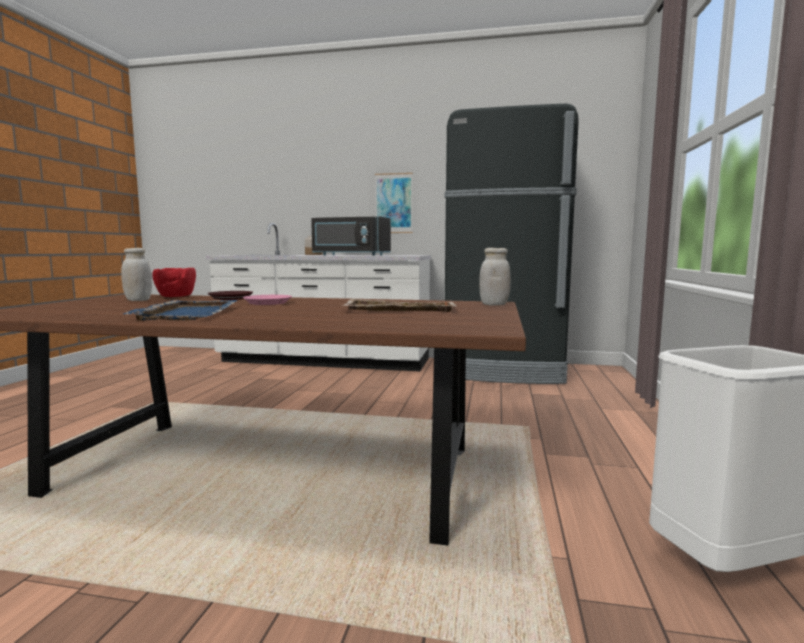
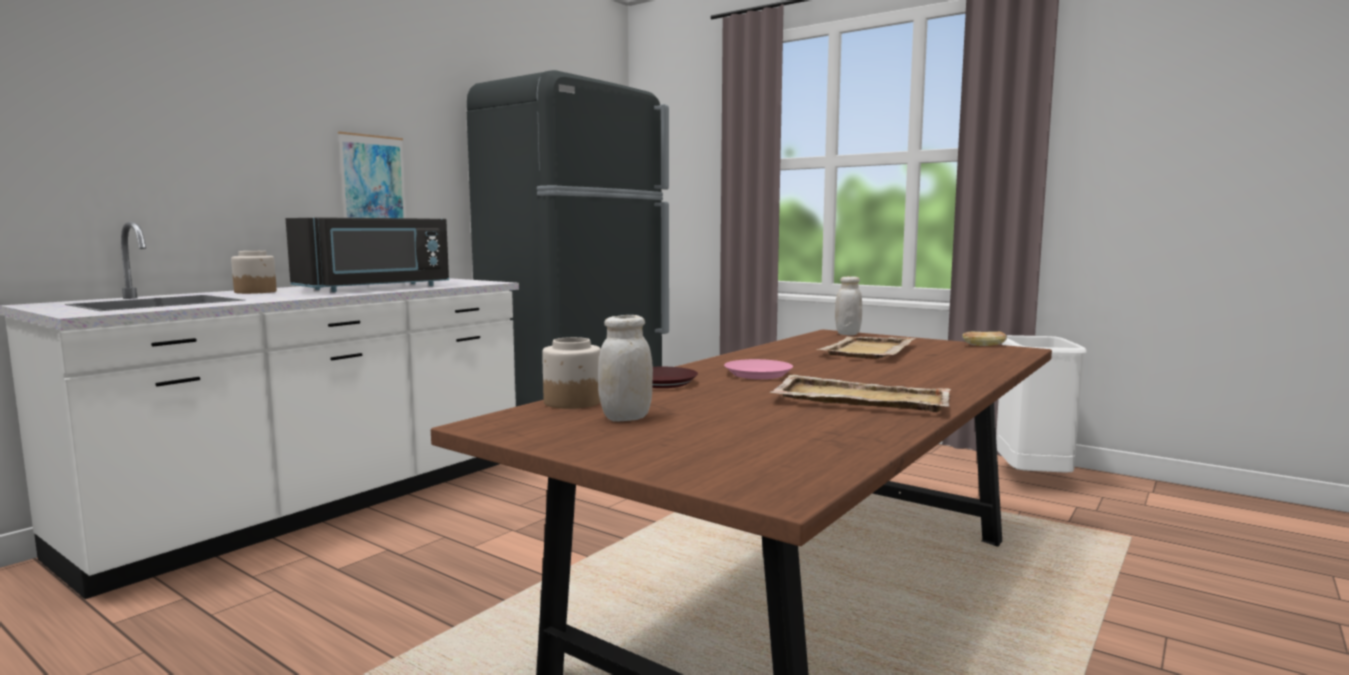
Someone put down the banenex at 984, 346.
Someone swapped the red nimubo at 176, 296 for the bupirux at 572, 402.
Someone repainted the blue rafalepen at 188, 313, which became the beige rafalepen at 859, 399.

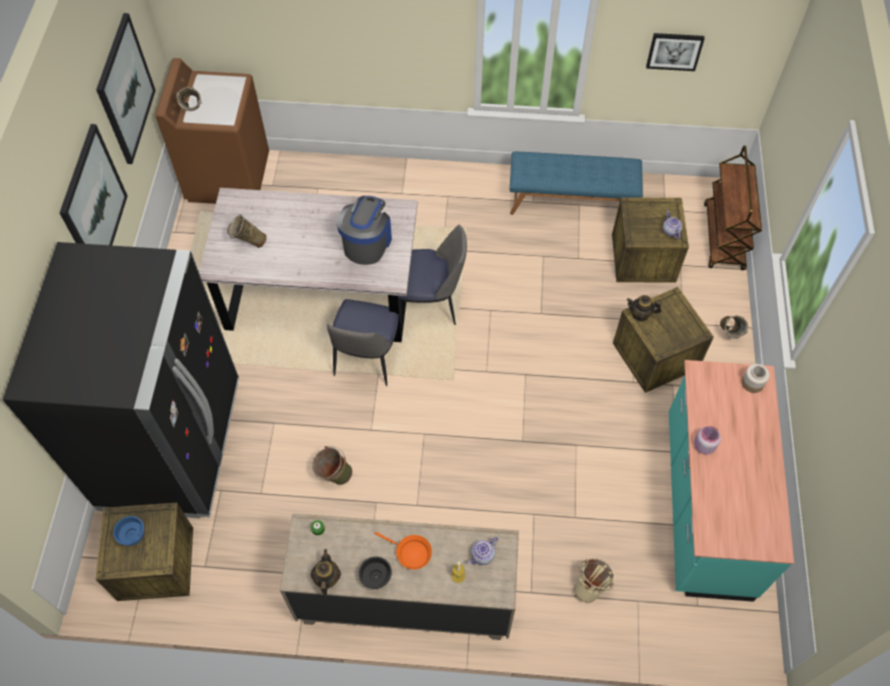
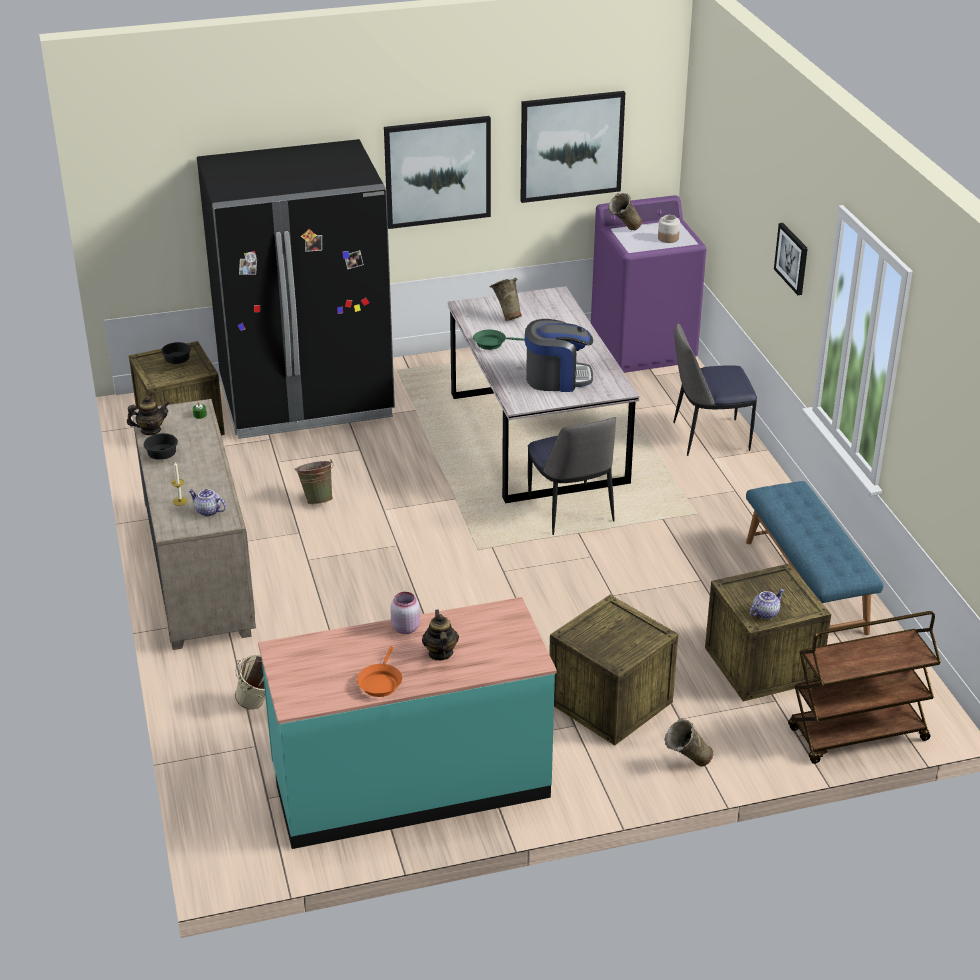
Someone put down the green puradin at 492, 343.
Someone carried the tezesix from 366, 359 to 708, 437.
Someone carried the orange puradin from 410, 553 to 380, 682.
Someone carried the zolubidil from 640, 315 to 440, 653.
Someone carried the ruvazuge from 674, 51 to 792, 258.
Someone carried the bupirux from 752, 383 to 668, 238.
Someone repainted the blue nimubo at 131, 534, which became the black nimubo at 177, 361.
Someone repainted the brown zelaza at 228, 176, which became the purple zelaza at 644, 348.

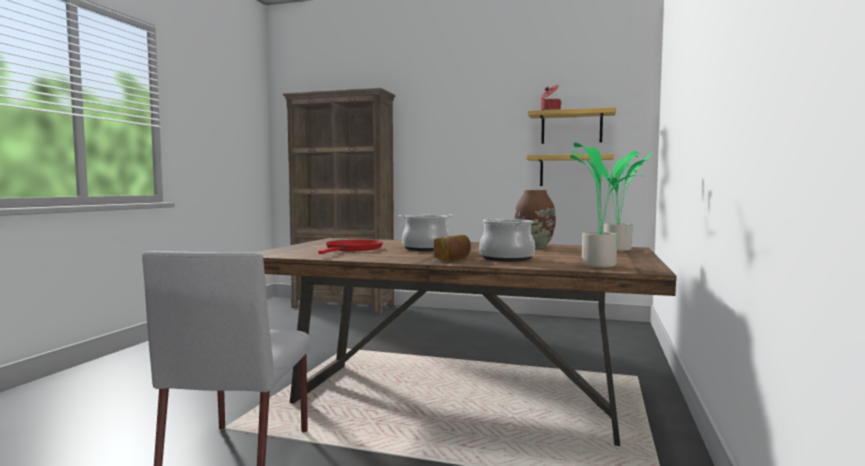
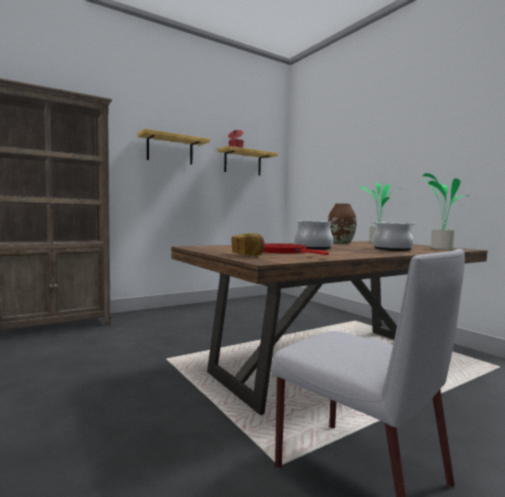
Someone carried the banenex from 453, 259 to 248, 255.
Someone carried the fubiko from 570, 171 to 170, 150.

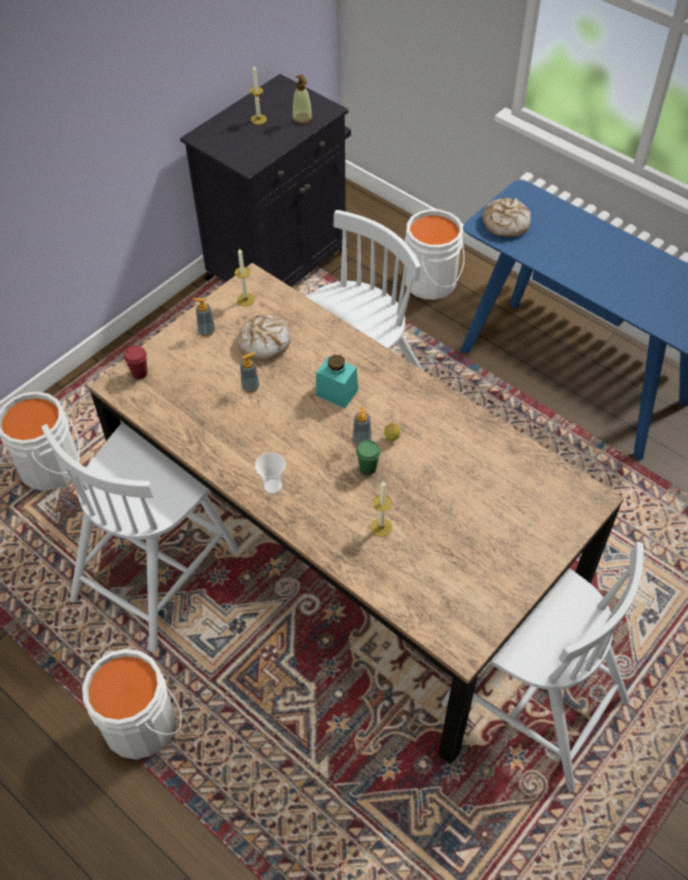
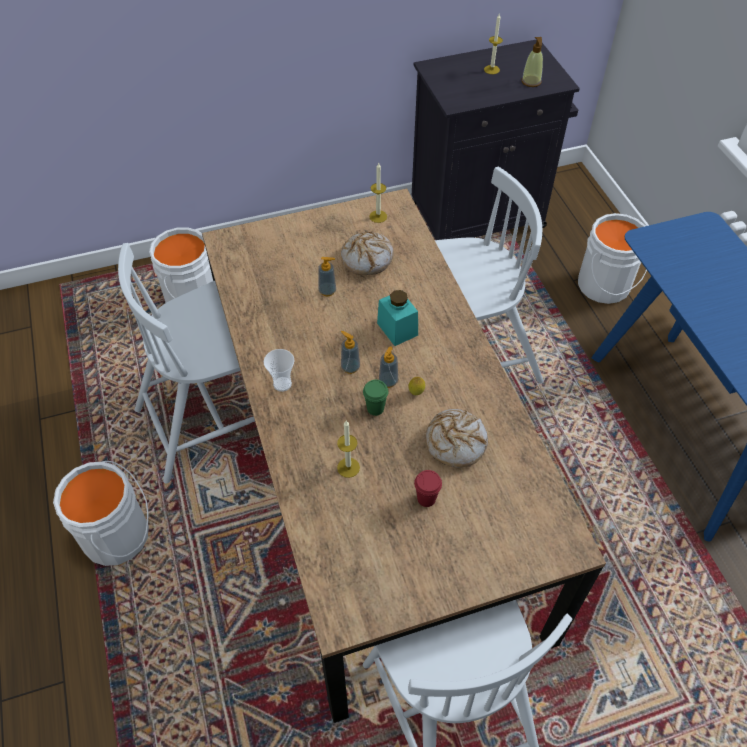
Someone carried the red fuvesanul from 139, 373 to 426, 499.
Someone carried the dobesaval from 206, 331 to 350, 367.
Someone carried the banenex from 505, 223 to 455, 442.

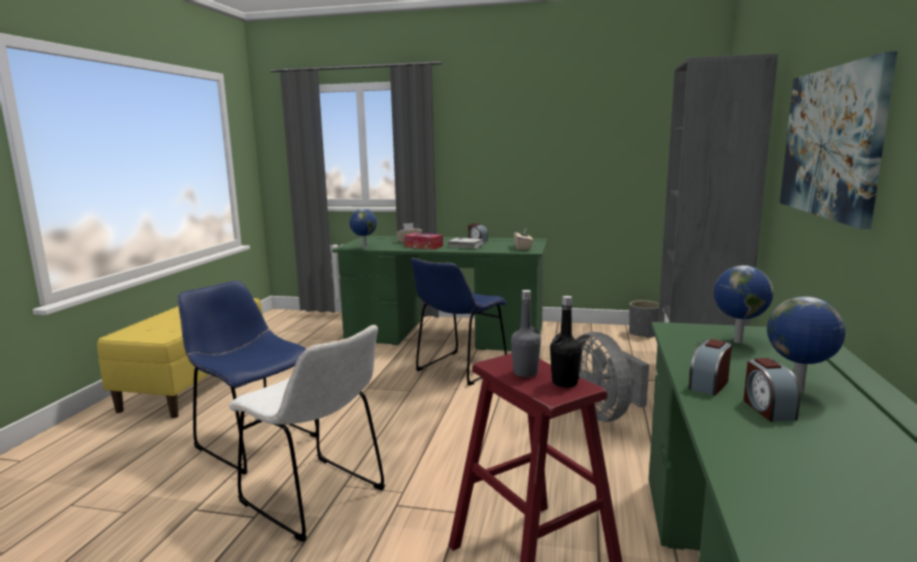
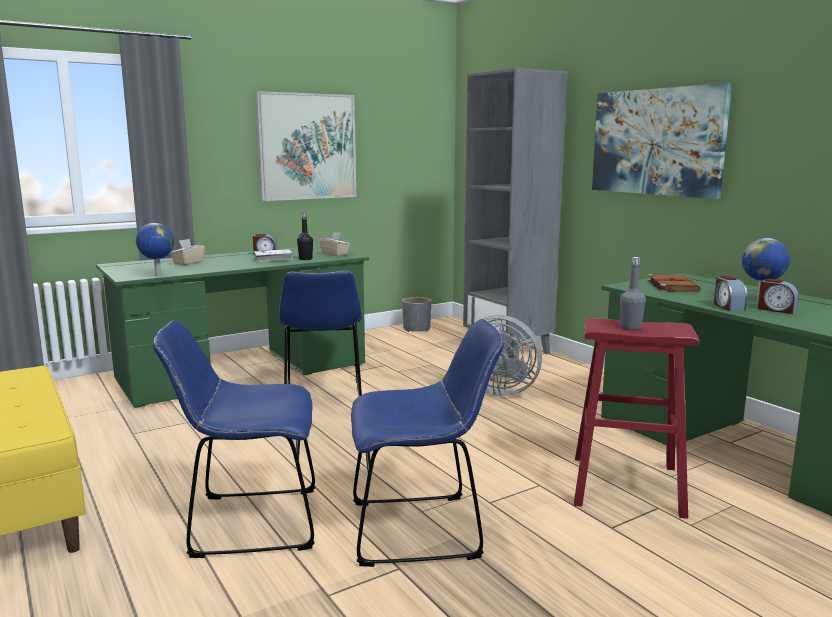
Someone took away the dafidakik at 423, 246.
Someone put up the ruvazuge at 307, 146.
Someone carried the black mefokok from 564, 383 to 305, 259.
Someone swapped the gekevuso at 736, 341 for the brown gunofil at 672, 286.
Someone repainted the white tezesix at 318, 499, which became the blue tezesix at 423, 529.

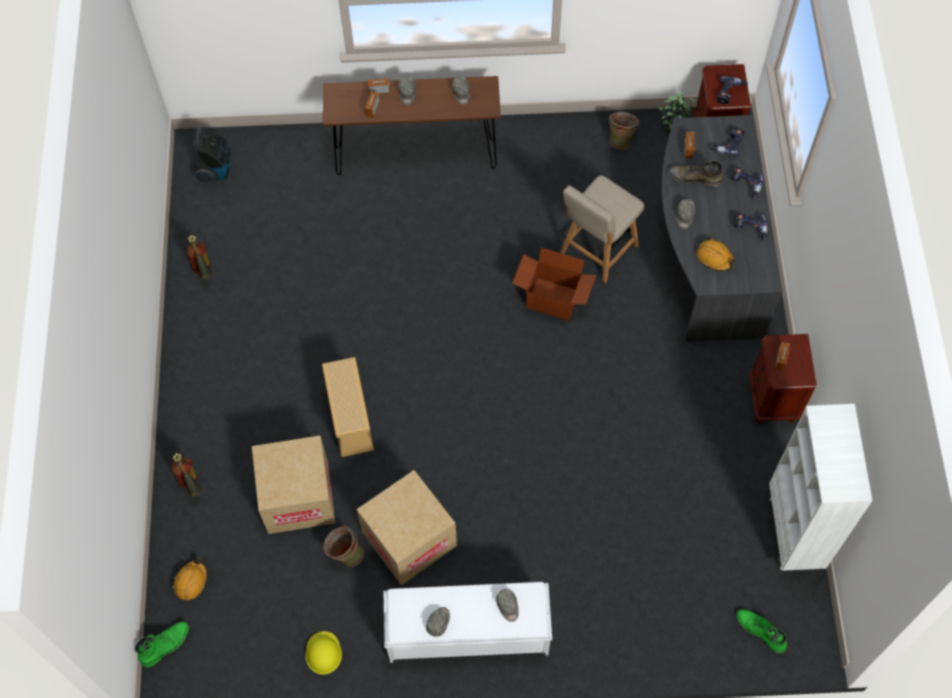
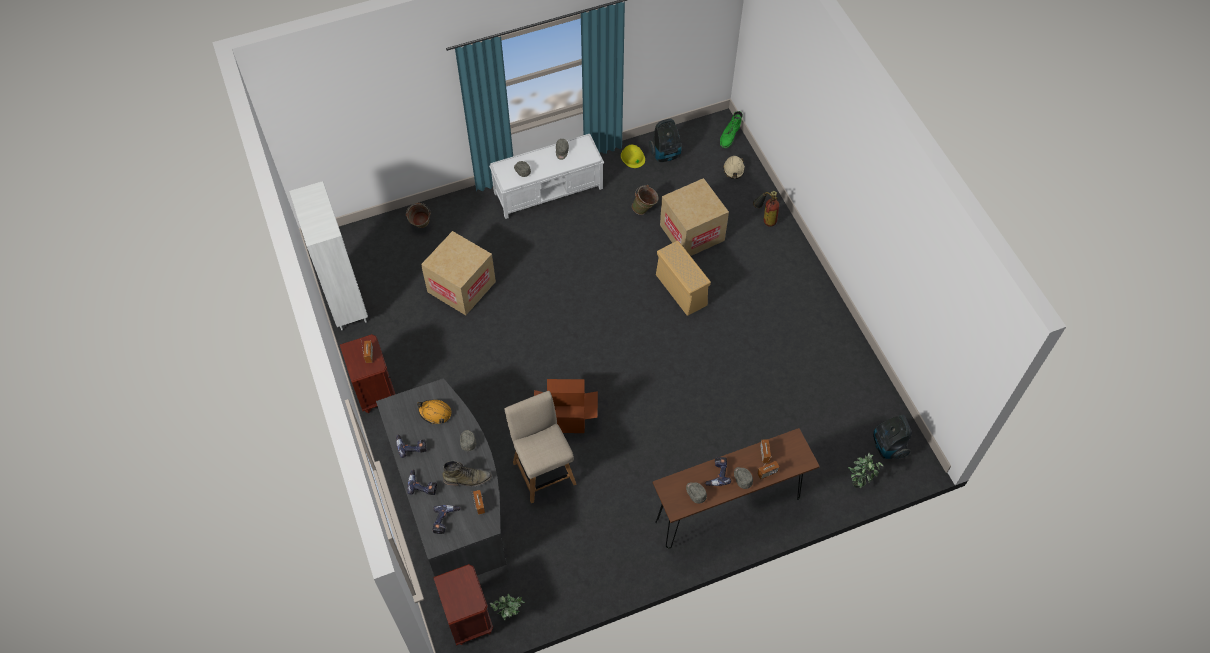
Someone took away the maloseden at 204, 274.
Someone took away the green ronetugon at 760, 631.
Someone put down the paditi at 666, 154.
Someone put down the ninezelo at 859, 480.
Someone carried the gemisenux from 409, 539 to 461, 287.
Someone carried the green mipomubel from 621, 139 to 421, 227.
Someone carried the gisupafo from 730, 93 to 716, 474.
Someone repainted the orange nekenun at 191, 581, which became the beige nekenun at 734, 170.
Someone rotated the beige tezesix at 597, 251 by 45 degrees counterclockwise.

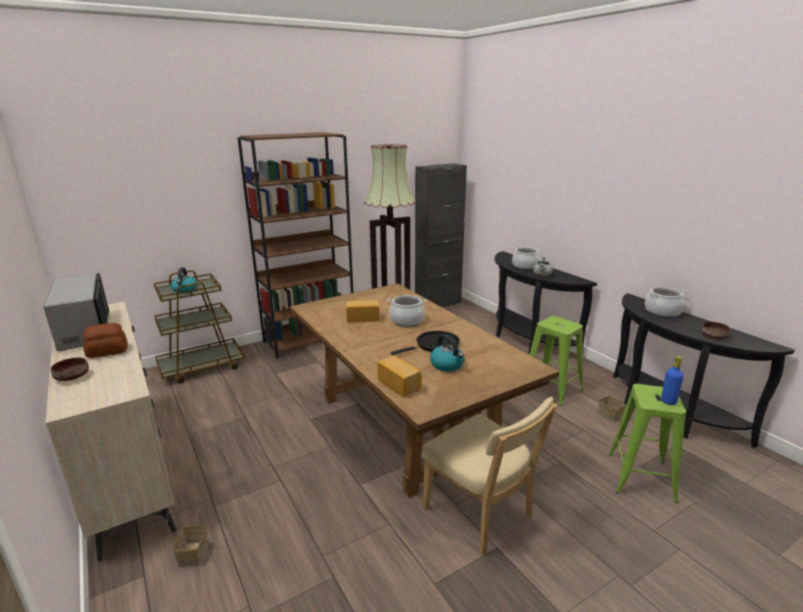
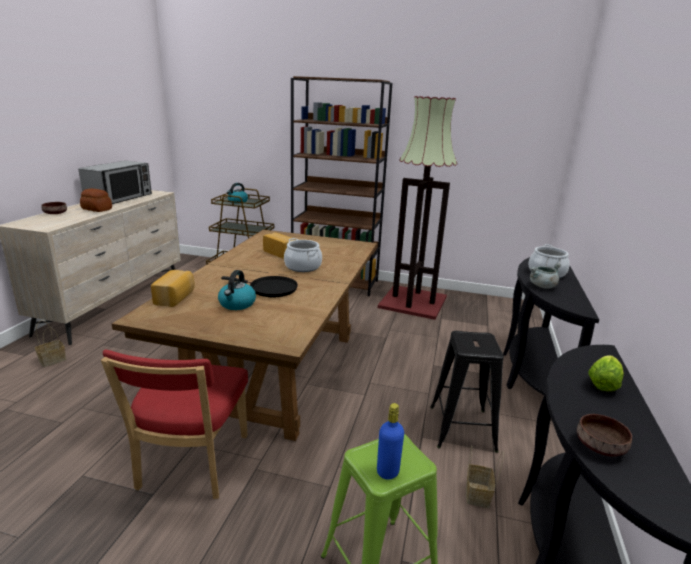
Someone took away the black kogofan at 438, 304.
Someone swapped the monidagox at 662, 312 for the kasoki at 603, 383.
Someone repainted the beige tezesix at 481, 515, which became the red tezesix at 191, 465.
Someone repainted the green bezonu at 552, 389, which became the black bezonu at 462, 428.

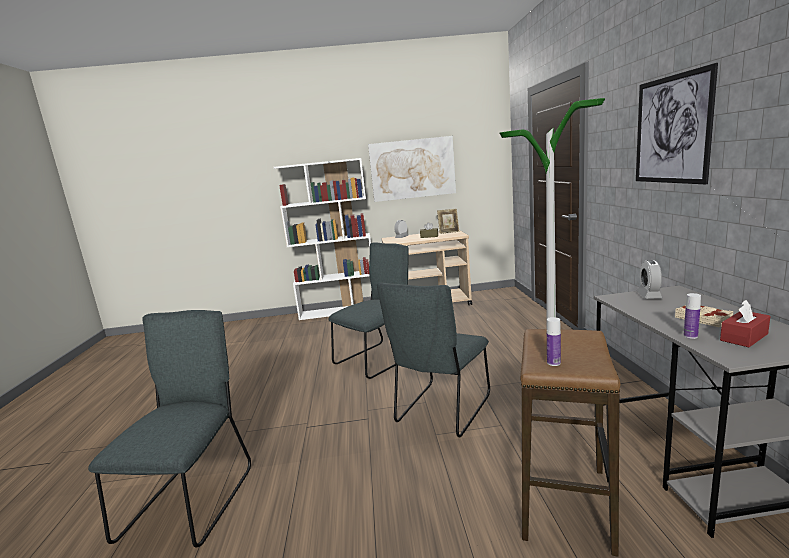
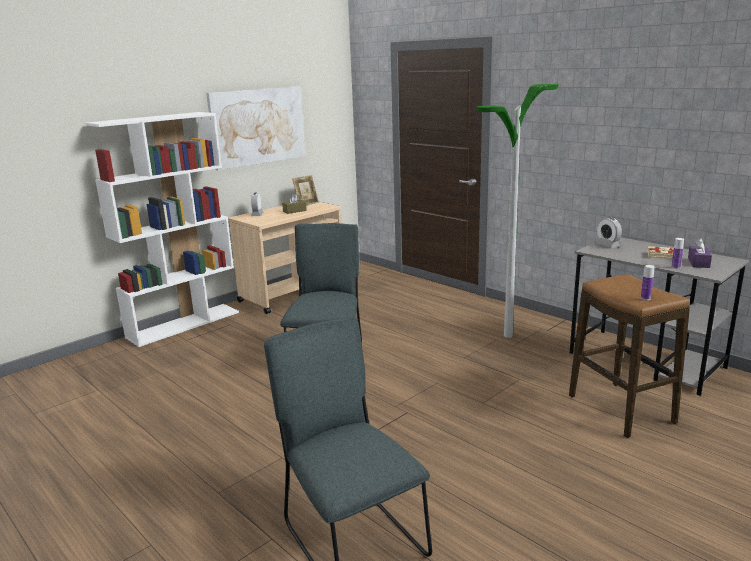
Someone took away the grey tezesix at 441, 411.
Someone took away the ruvazuge at 672, 130.
Someone repainted the red dafidakik at 744, 337, which became the purple dafidakik at 698, 263.

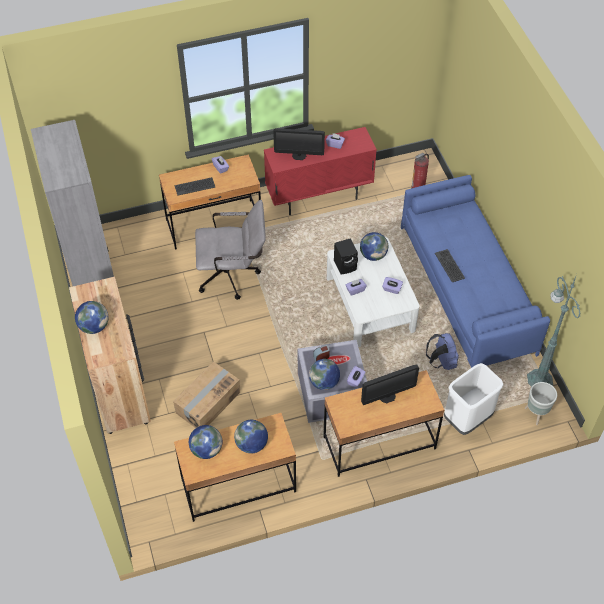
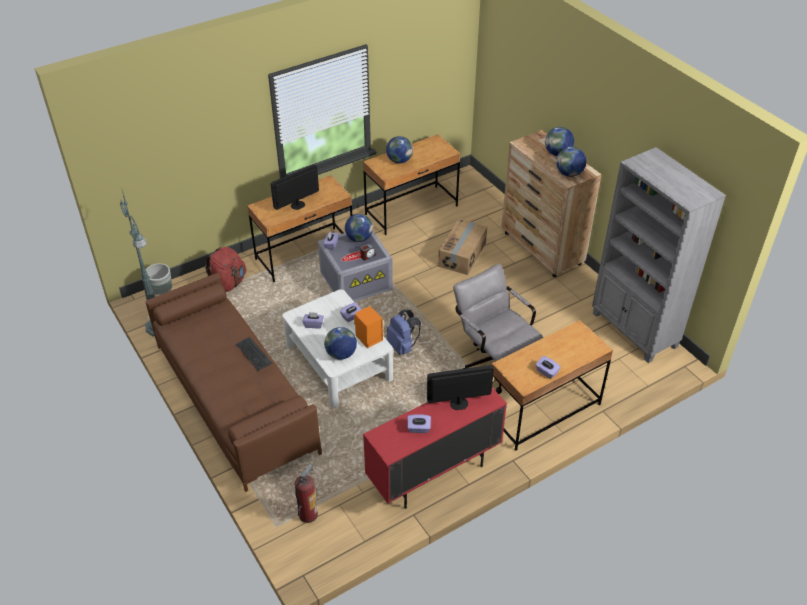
Someone took away the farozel at 195, 186.
Someone carried the gekevuso from 206, 449 to 569, 173.
Someone carried the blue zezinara from 441, 362 to 402, 346.
Someone swapped the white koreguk at 467, 419 for the red zezinara at 228, 284.
Someone repainted the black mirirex at 346, 265, which became the orange mirirex at 368, 338.
Someone repainted the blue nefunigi at 467, 289, which became the brown nefunigi at 234, 397.
Someone rotated the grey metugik at 233, 275 by 75 degrees clockwise.

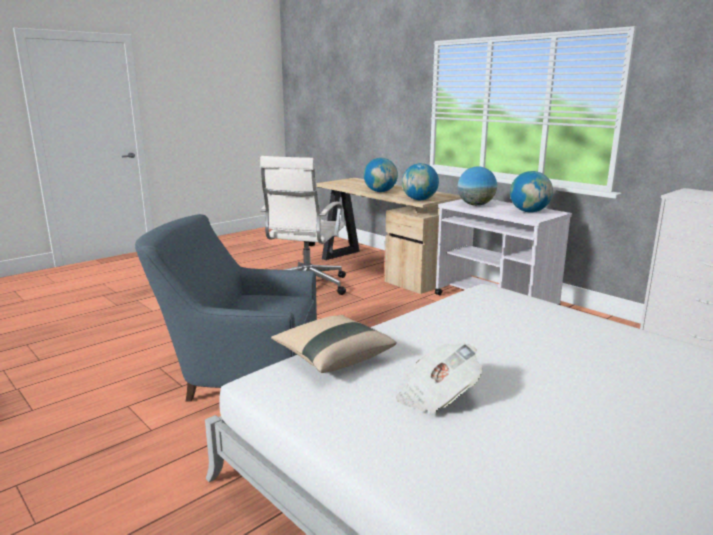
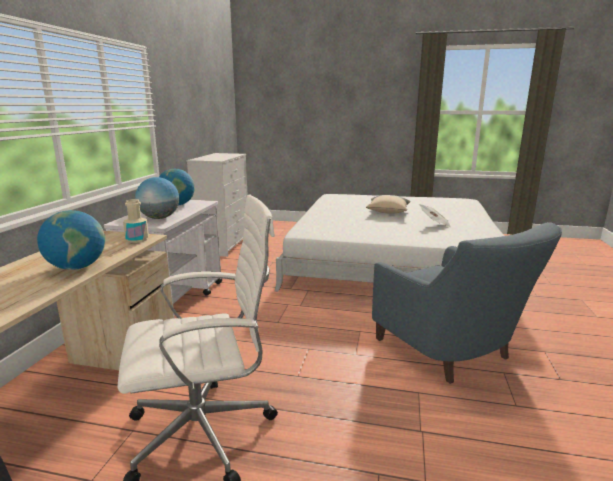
Someone carried the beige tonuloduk from 332, 357 to 387, 212.
Someone swapped the gekevuso at 419, 200 for the beige mefokok at 137, 239.

